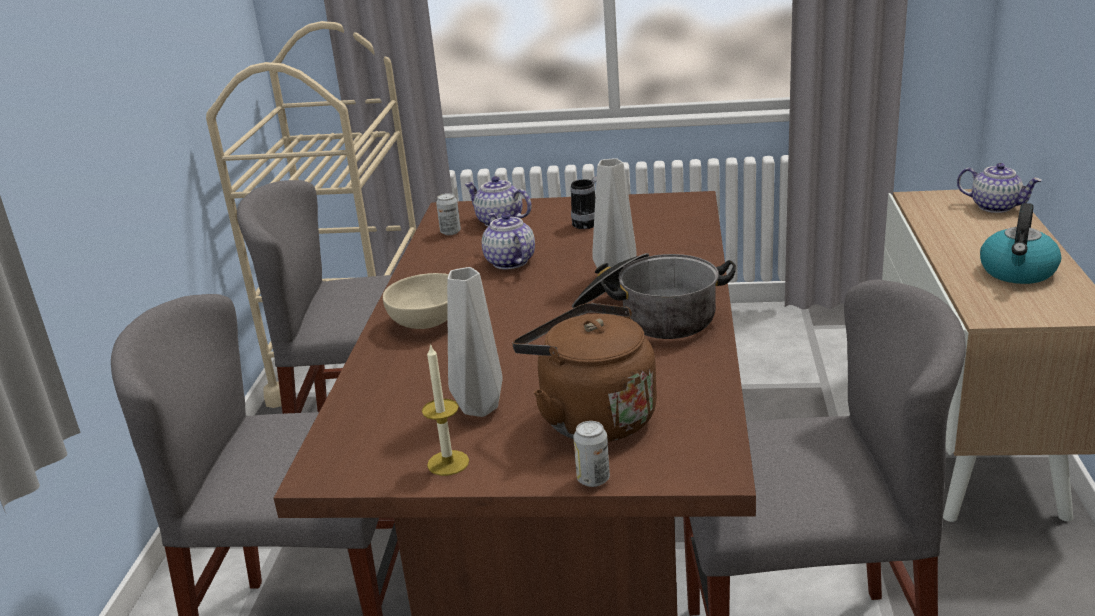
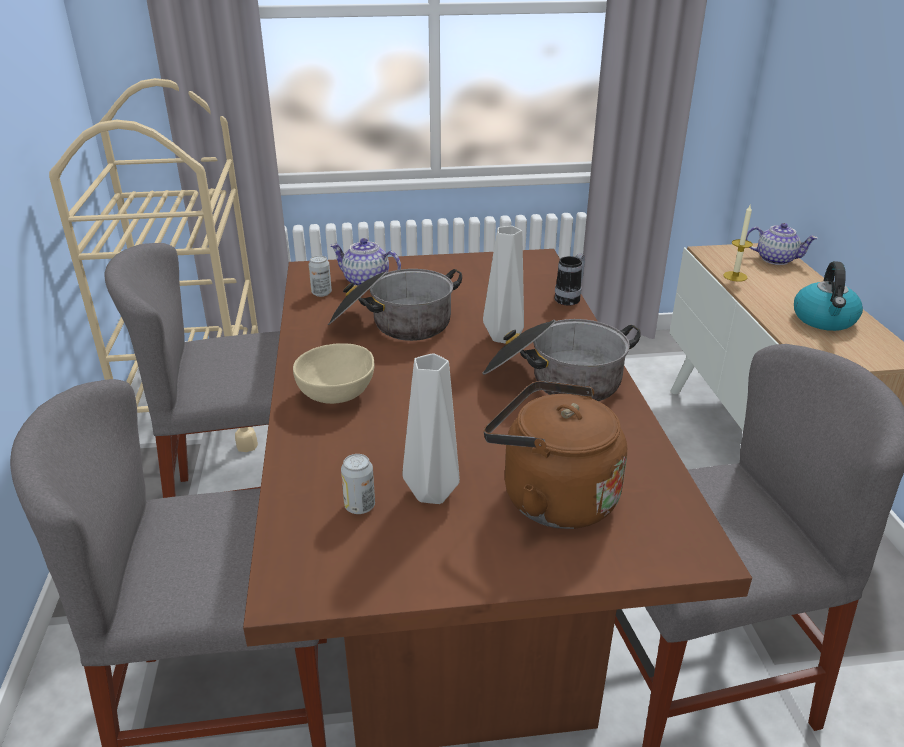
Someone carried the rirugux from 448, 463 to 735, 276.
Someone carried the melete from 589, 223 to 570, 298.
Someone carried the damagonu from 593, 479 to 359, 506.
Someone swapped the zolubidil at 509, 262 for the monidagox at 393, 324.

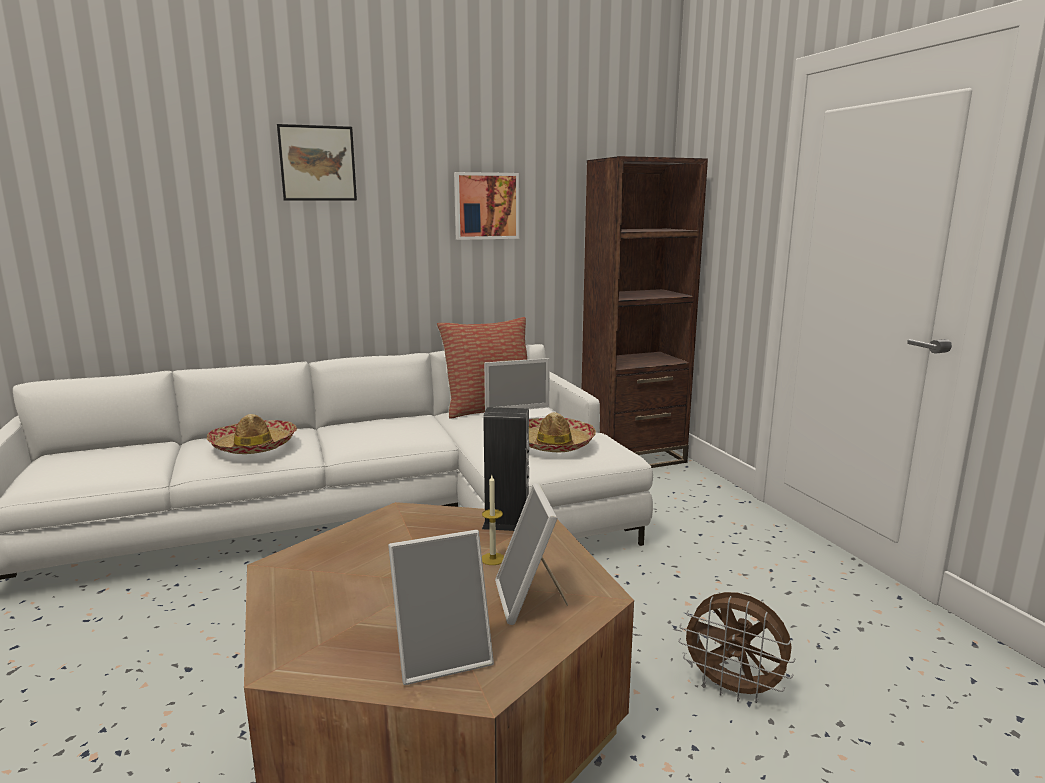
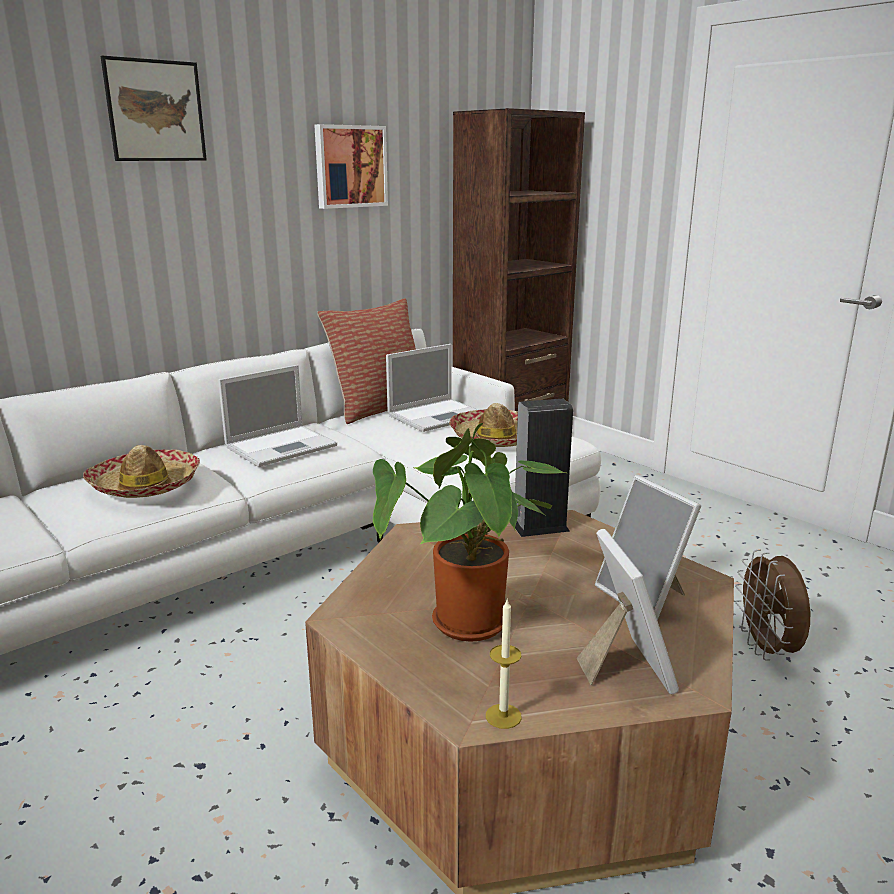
Someone put down the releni at 282, 446.
Someone put down the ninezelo at 471, 628.
Someone carried the rirugux from 492, 559 to 503, 716.
Someone rotated the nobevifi at 443, 656 by 60 degrees counterclockwise.
Someone rotated the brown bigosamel at 733, 689 by 75 degrees clockwise.

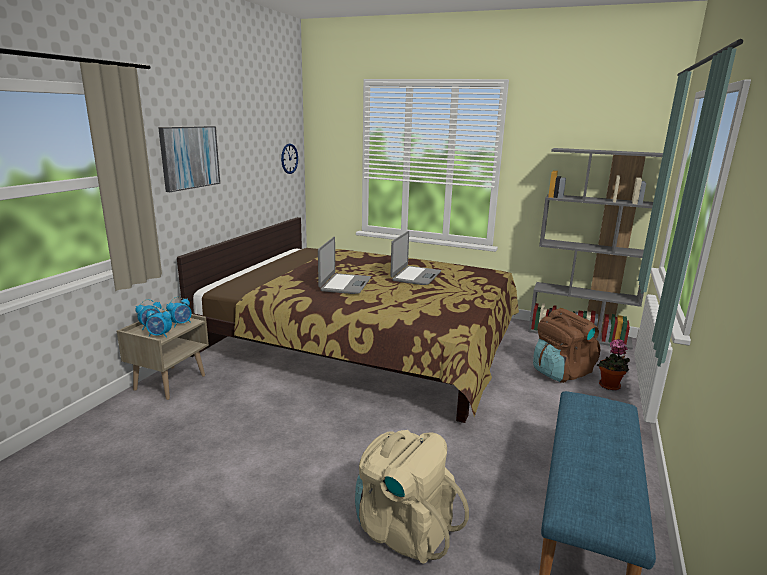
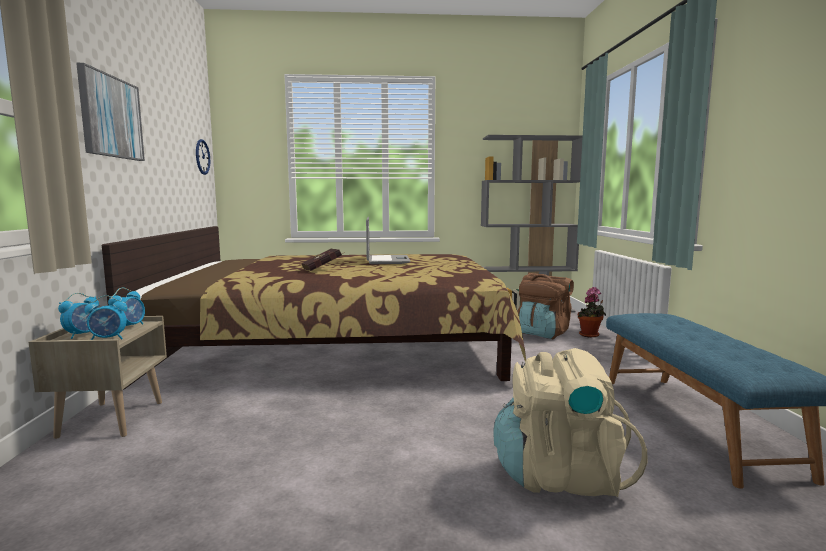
Someone swapped the releni at 345, 284 for the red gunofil at 323, 269.

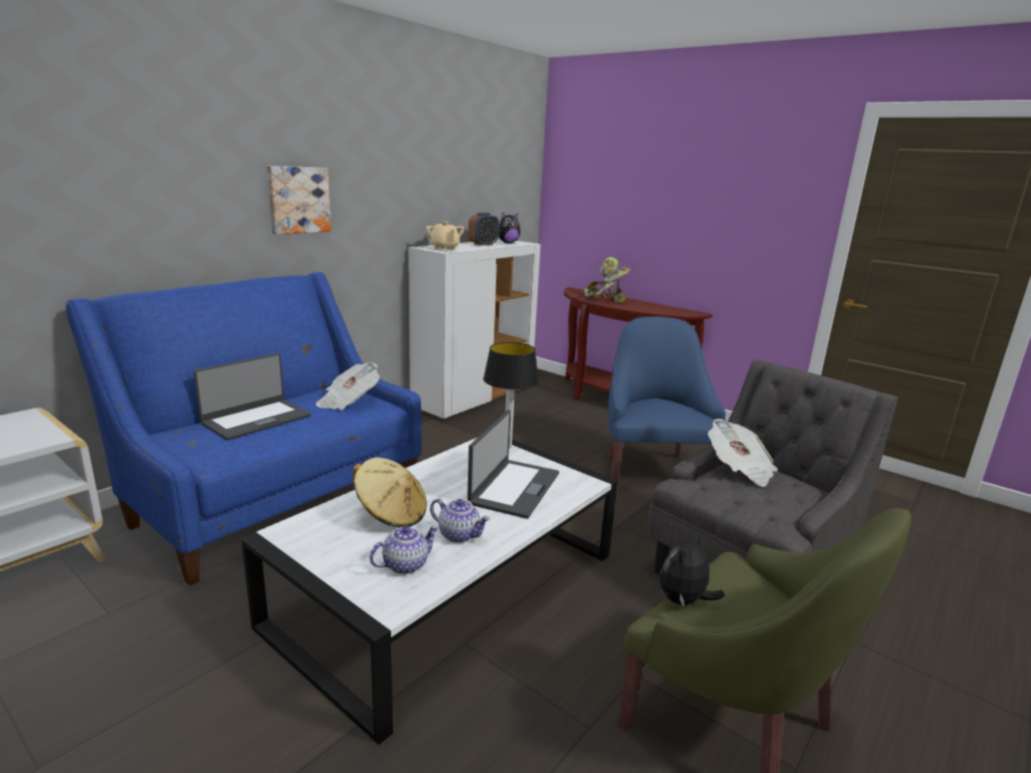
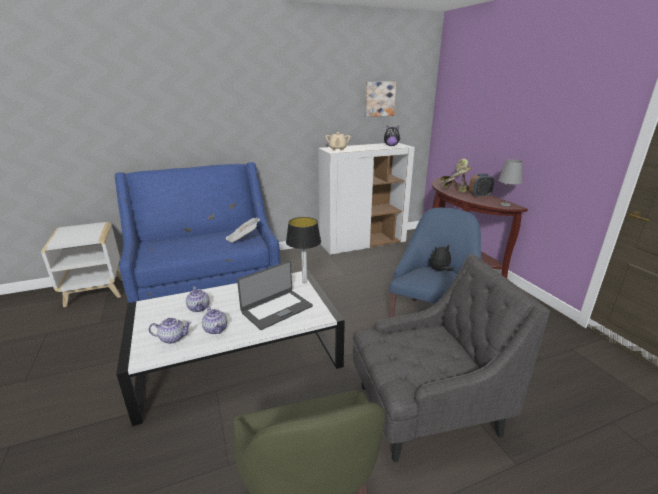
Someone took away the releni at 256, 419.
Someone took away the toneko at 739, 469.
Someone put down the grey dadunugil at 505, 204.
Someone carried the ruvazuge from 298, 199 to 379, 99.
Someone carried the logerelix from 483, 244 to 479, 196.
Someone carried the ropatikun from 684, 601 to 439, 271.
Someone swapped the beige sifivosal at 391, 514 for the zolubidil at 199, 308.

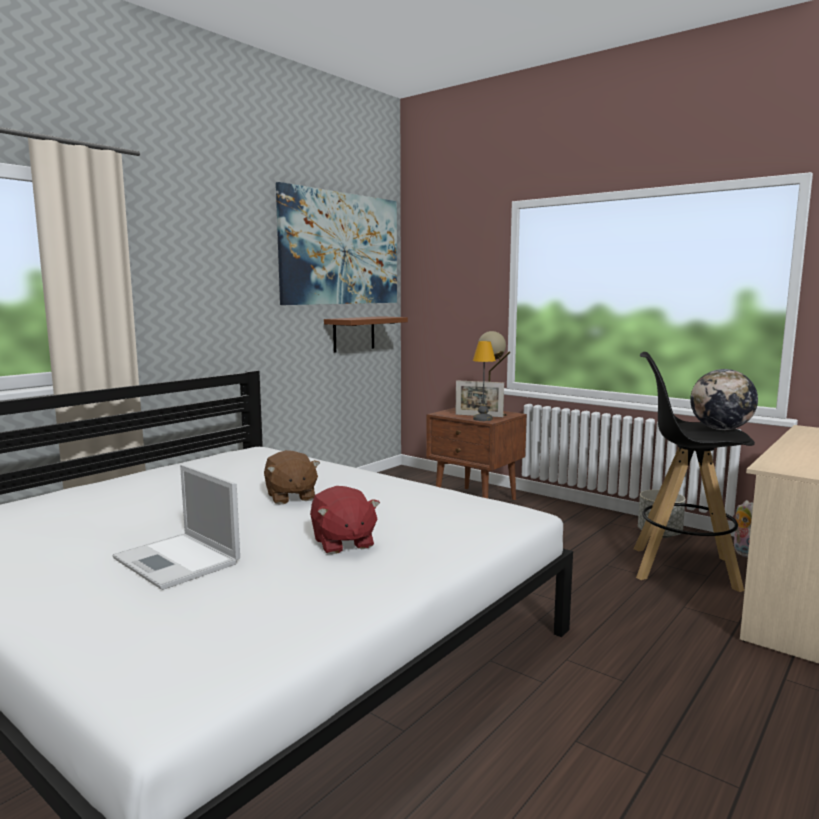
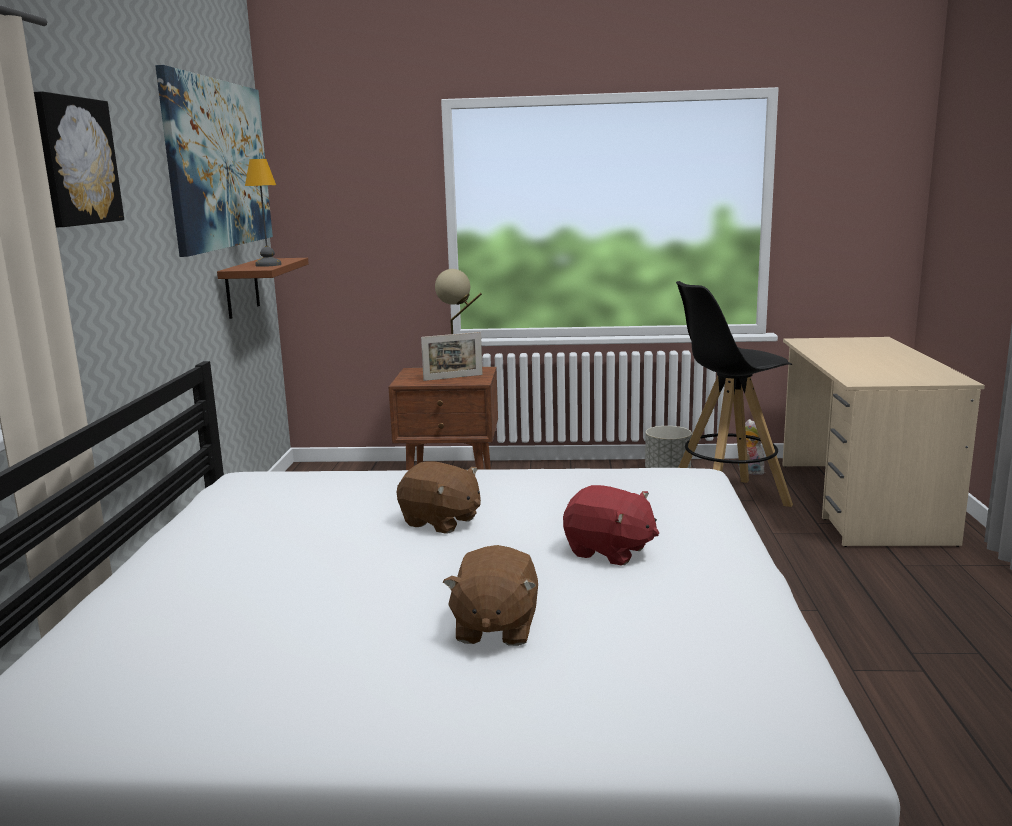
Someone took away the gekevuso at 721, 429.
Someone put up the ruvazuge at 74, 161.
Someone carried the dadunugil from 482, 419 to 267, 265.
Someone swapped the releni at 178, 561 for the brown ropatikun at 494, 628.

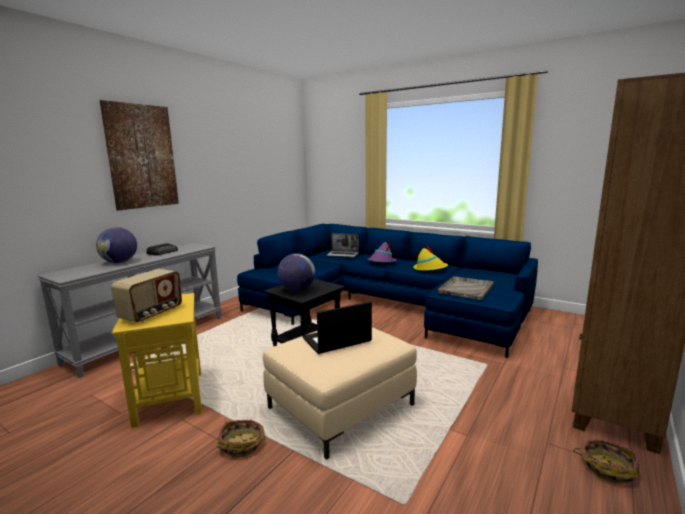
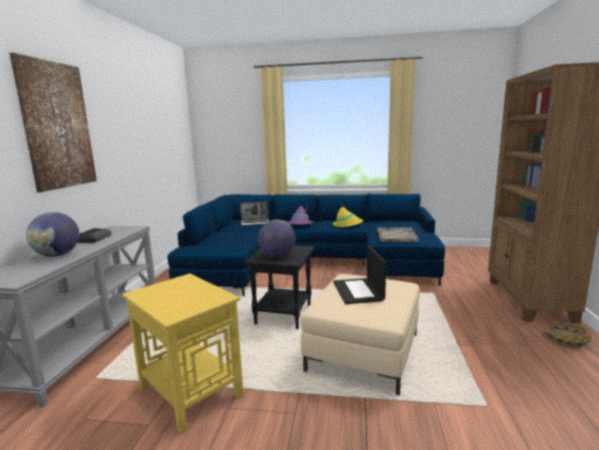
Someone took away the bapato at 152, 314.
Someone took away the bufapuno at 242, 444.
Someone rotated the releni at 336, 340 by 45 degrees counterclockwise.

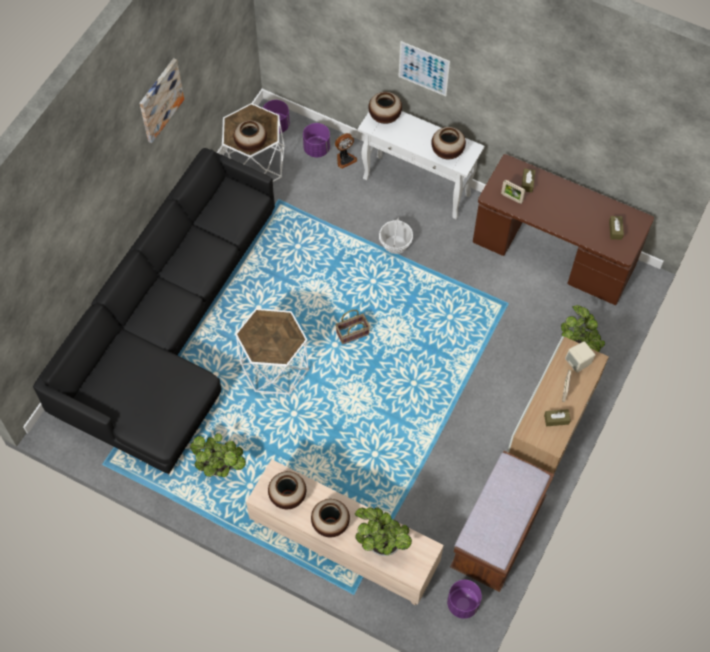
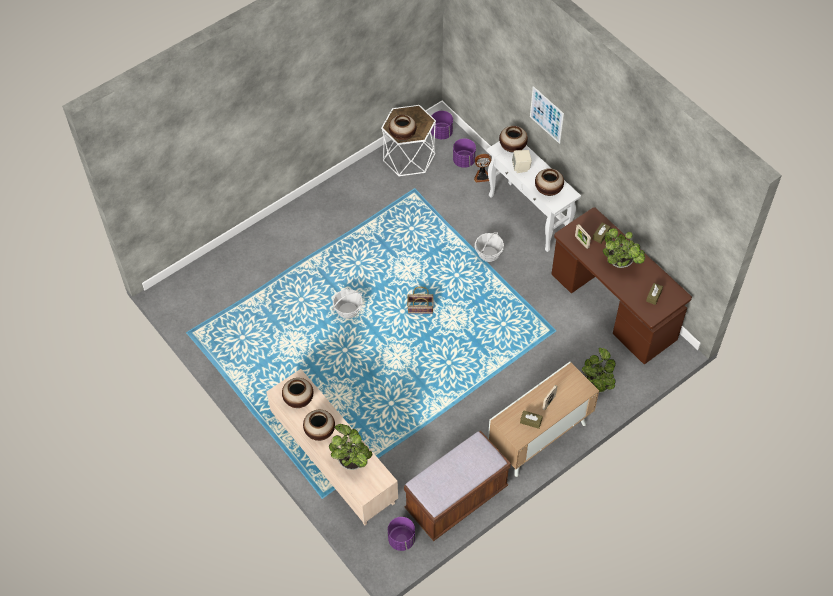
Someone took away the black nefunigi at 168, 330.
Someone took away the ruvazuge at 160, 100.
Someone carried the ninezelo from 221, 466 to 621, 263.
Someone carried the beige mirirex from 578, 363 to 521, 167.
Someone swapped the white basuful at 274, 366 for the bufapuno at 348, 310.

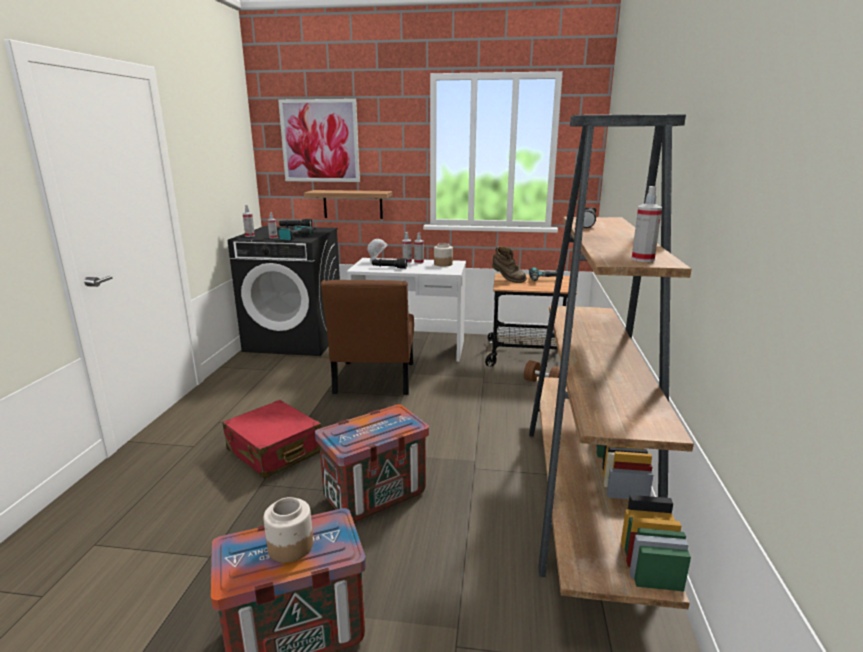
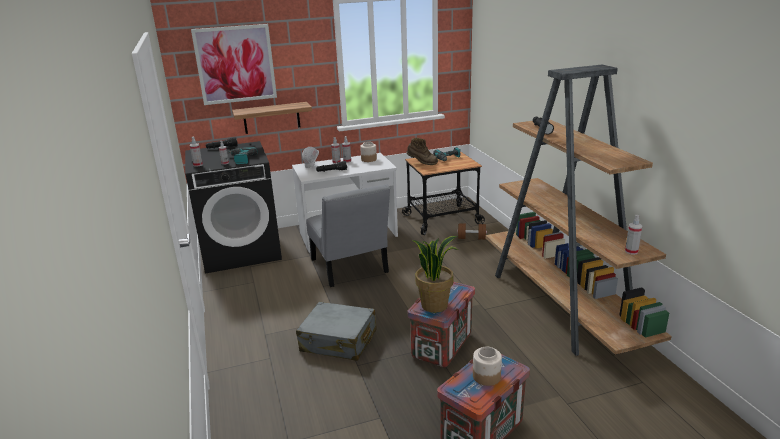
Someone put down the ninezelo at 434, 305.
Someone carried the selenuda from 642, 259 to 631, 251.
Someone repainted the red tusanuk at 274, 451, which became the grey tusanuk at 338, 341.
Someone repainted the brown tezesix at 373, 380, which became the grey tezesix at 350, 268.

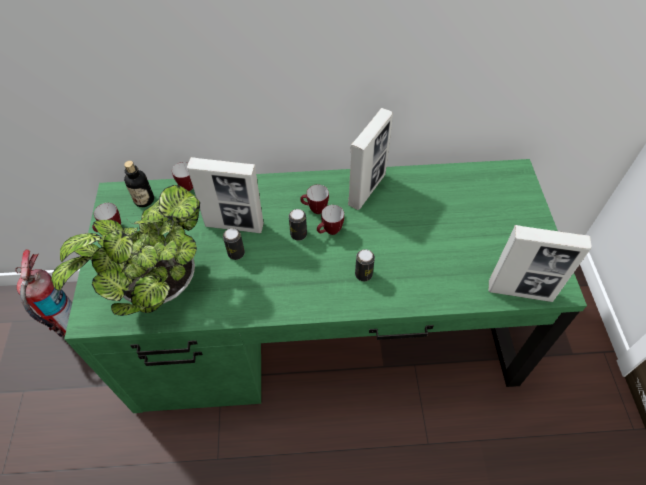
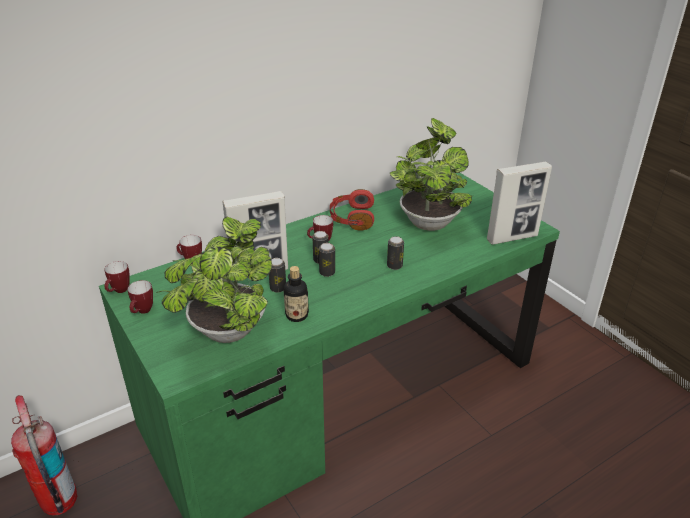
Someone put down the damagonu at 327, 272.
Someone put down the ninezelo at 429, 220.
Someone carried the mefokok from 144, 200 to 297, 315.
Someone carried the melete from 330, 232 to 119, 291.
Someone swapped the nobevifi at 367, 189 for the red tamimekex at 351, 218.

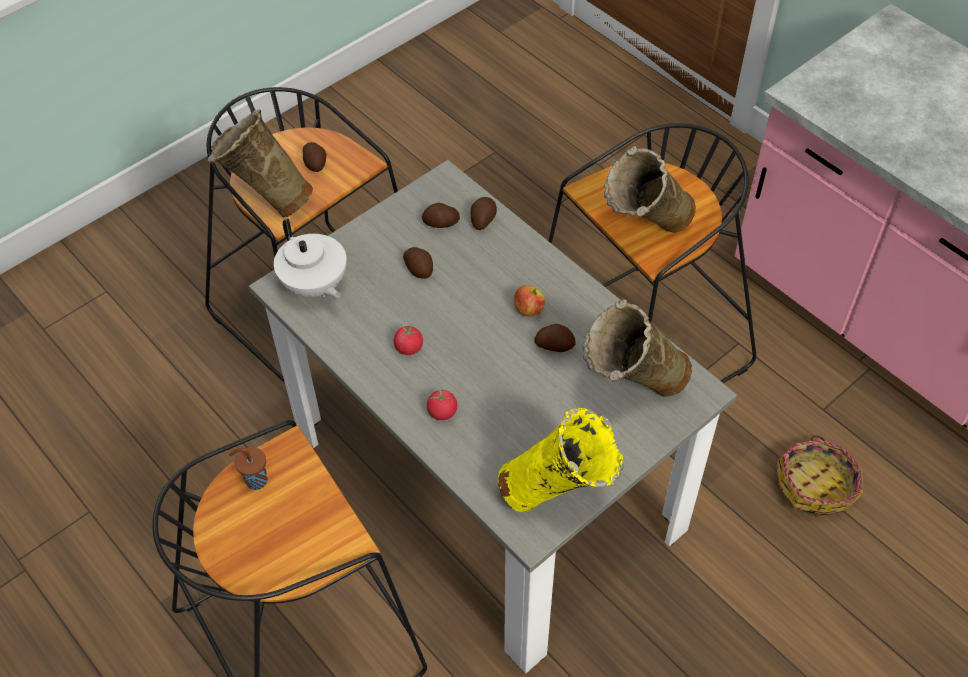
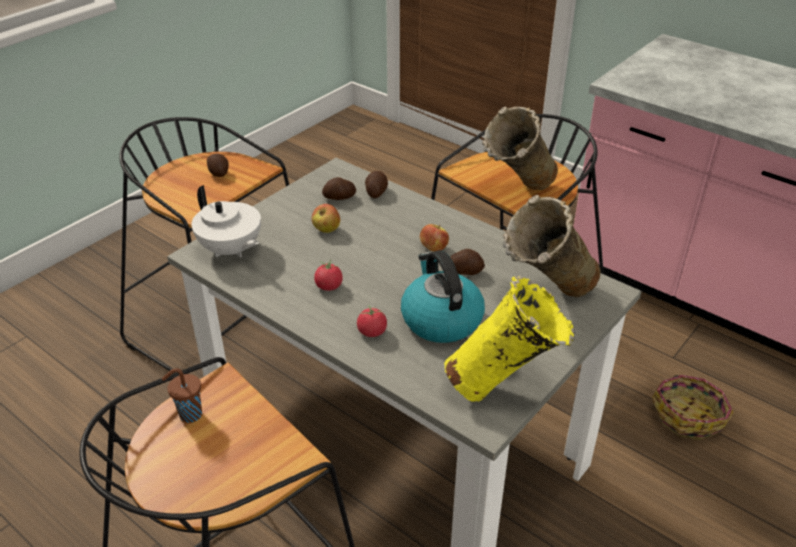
Someone took away the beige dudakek at 267, 202.
Someone put down the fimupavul at 440, 319.
Someone swapped the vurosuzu at 419, 268 for the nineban at 326, 229.

